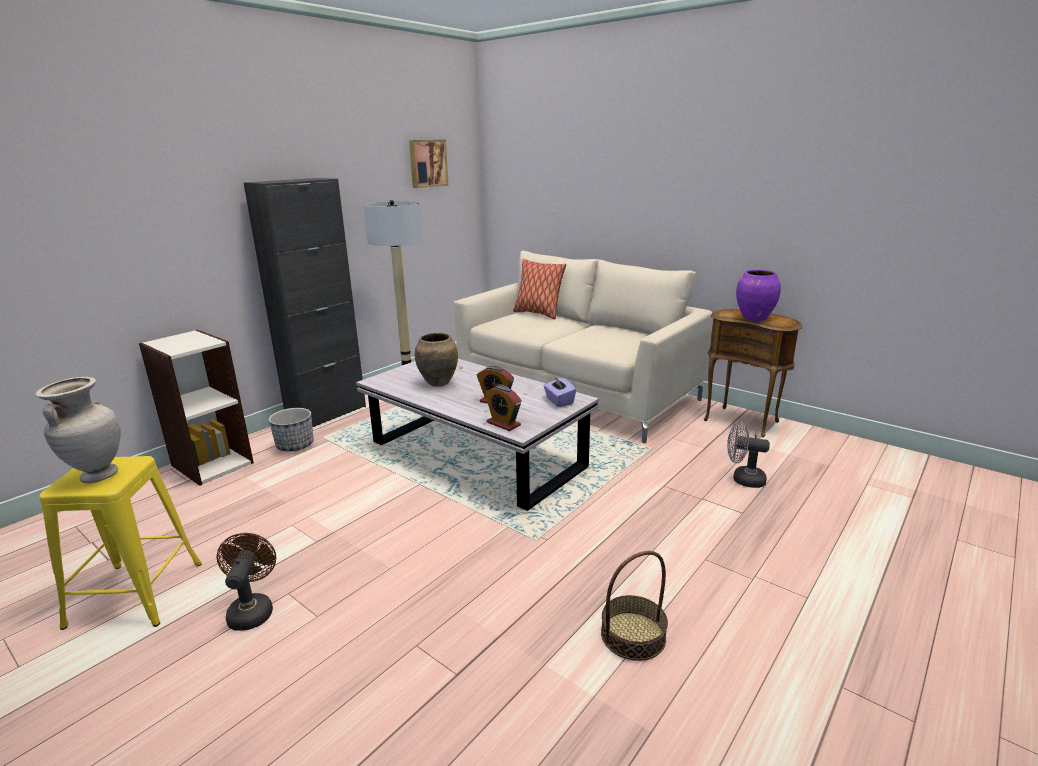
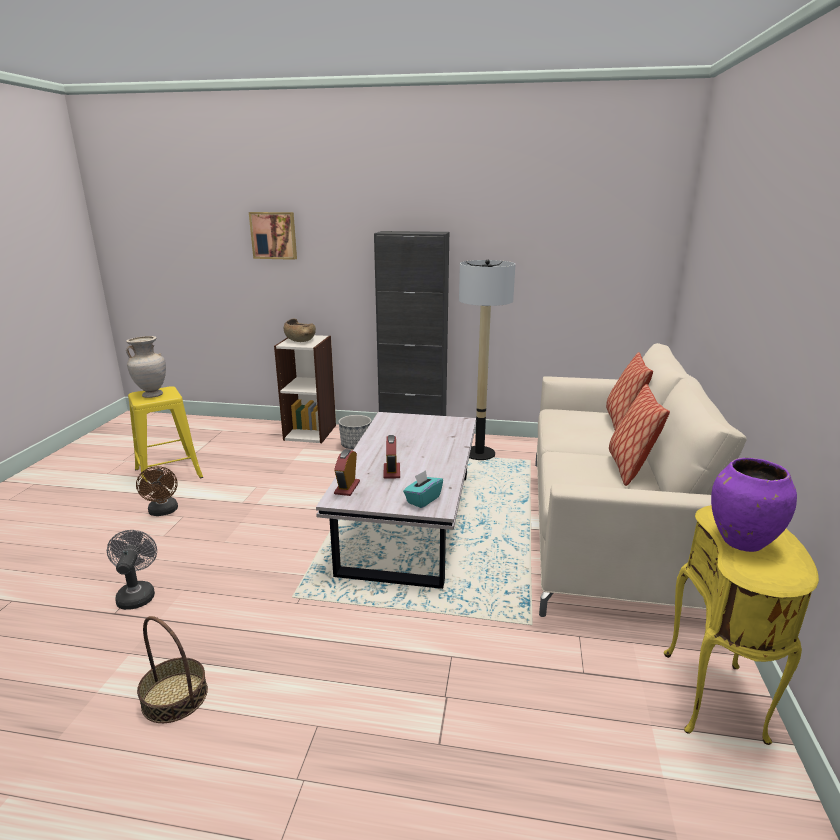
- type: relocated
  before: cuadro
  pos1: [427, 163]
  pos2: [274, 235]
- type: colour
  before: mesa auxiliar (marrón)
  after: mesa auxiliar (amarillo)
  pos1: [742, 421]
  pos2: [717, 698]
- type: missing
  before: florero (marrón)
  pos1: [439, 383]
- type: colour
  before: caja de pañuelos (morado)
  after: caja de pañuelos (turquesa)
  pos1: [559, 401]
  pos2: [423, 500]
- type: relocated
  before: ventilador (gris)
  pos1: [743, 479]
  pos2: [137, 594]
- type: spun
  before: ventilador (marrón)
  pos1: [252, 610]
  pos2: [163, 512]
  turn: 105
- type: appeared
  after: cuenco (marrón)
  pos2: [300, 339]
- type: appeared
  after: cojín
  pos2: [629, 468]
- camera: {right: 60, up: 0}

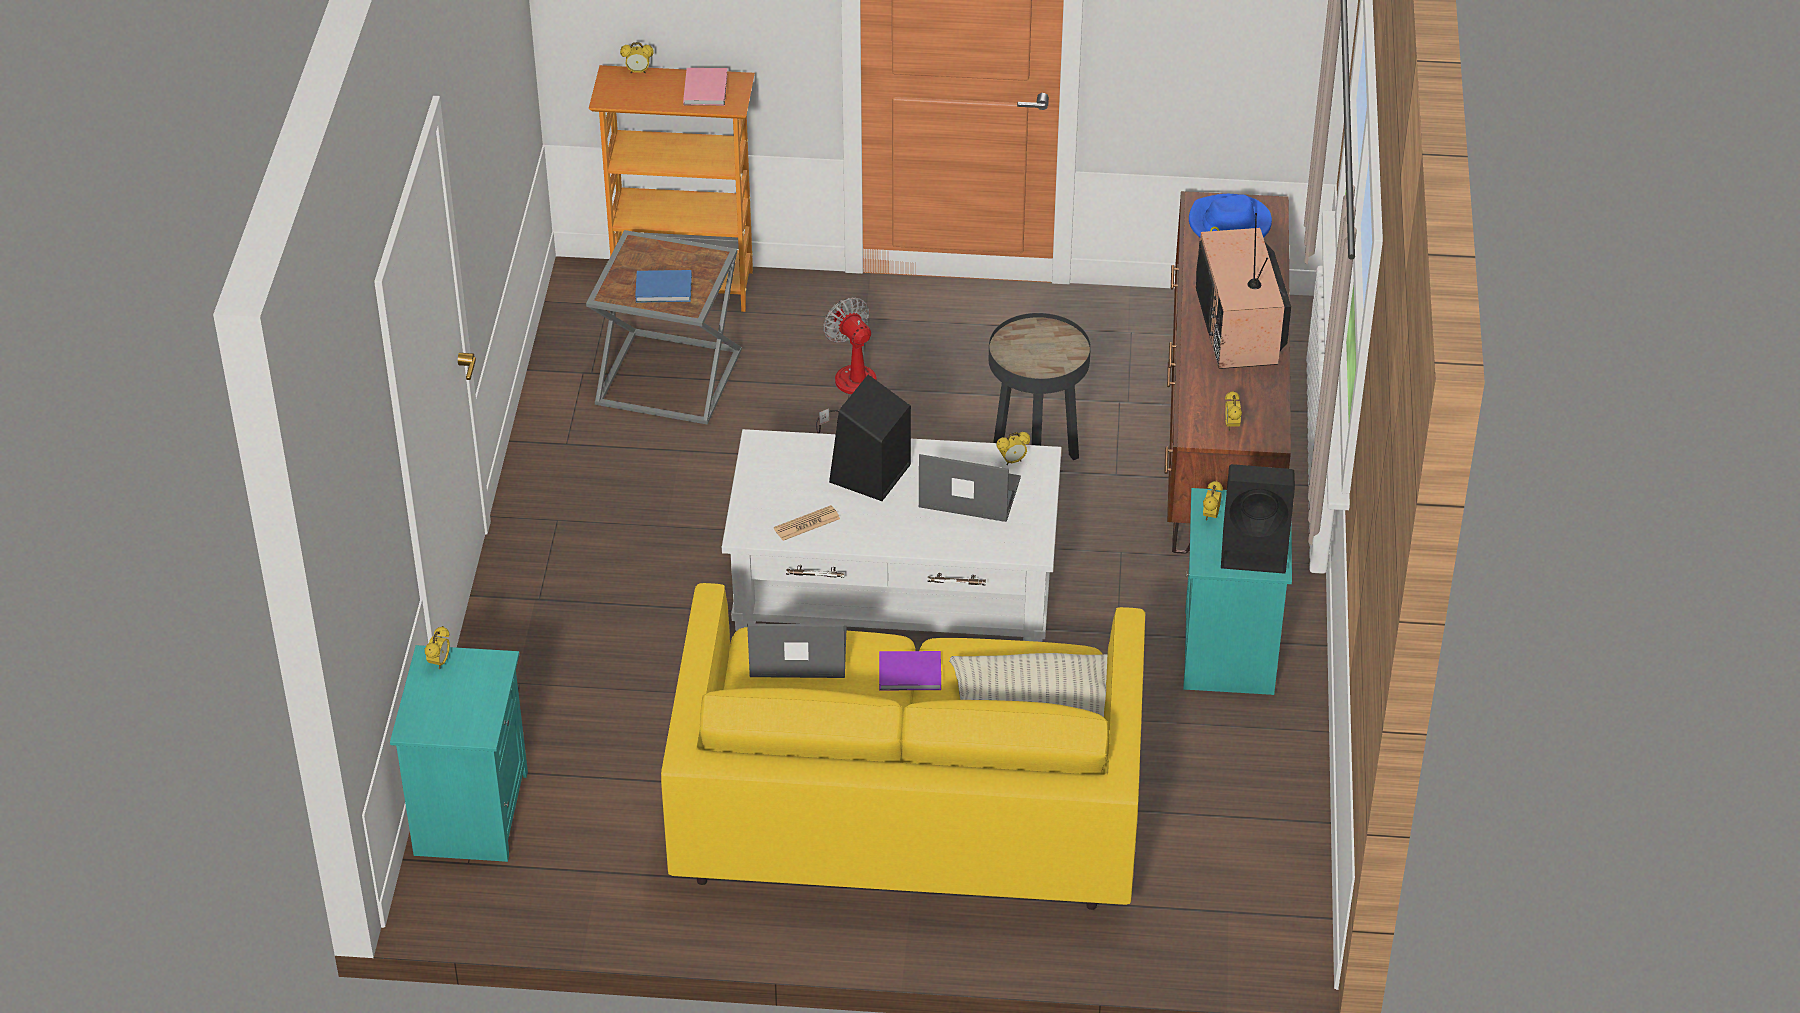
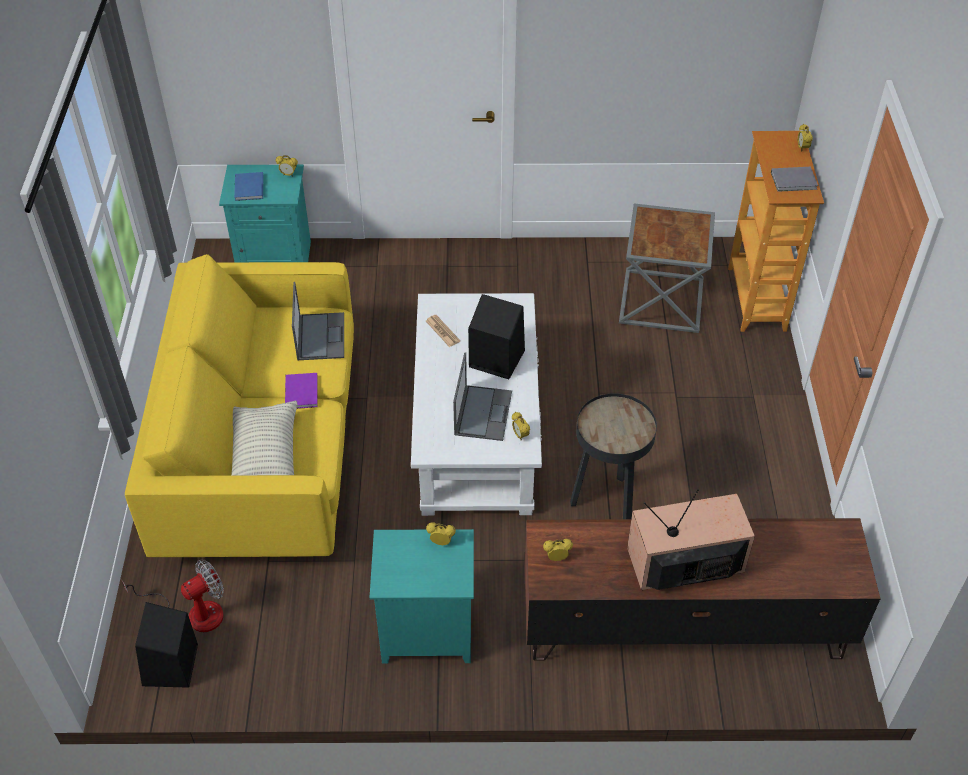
- type: colour
  before: libro (rosa)
  after: libro (gris)
  pos1: [706, 88]
  pos2: [795, 181]
- type: missing
  before: sombrero (azul)
  pos1: [1229, 225]
- type: relocated
  before: libro (azul)
  pos1: [665, 289]
  pos2: [248, 188]
- type: relocated
  before: ventilador
  pos1: [849, 391]
  pos2: [193, 614]
- type: relocated
  before: altavoz (negro)
  pos1: [1256, 548]
  pos2: [170, 667]
- camera: {right: 85, up: 5}

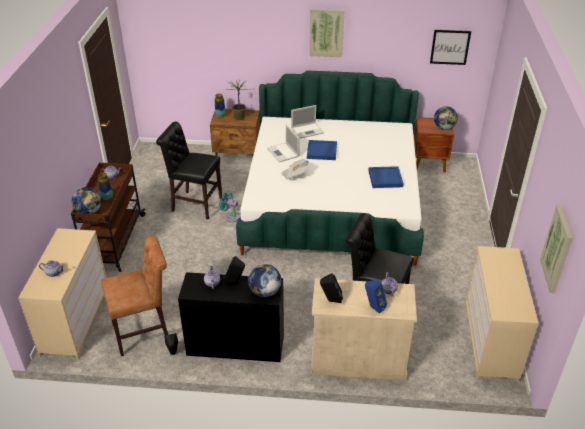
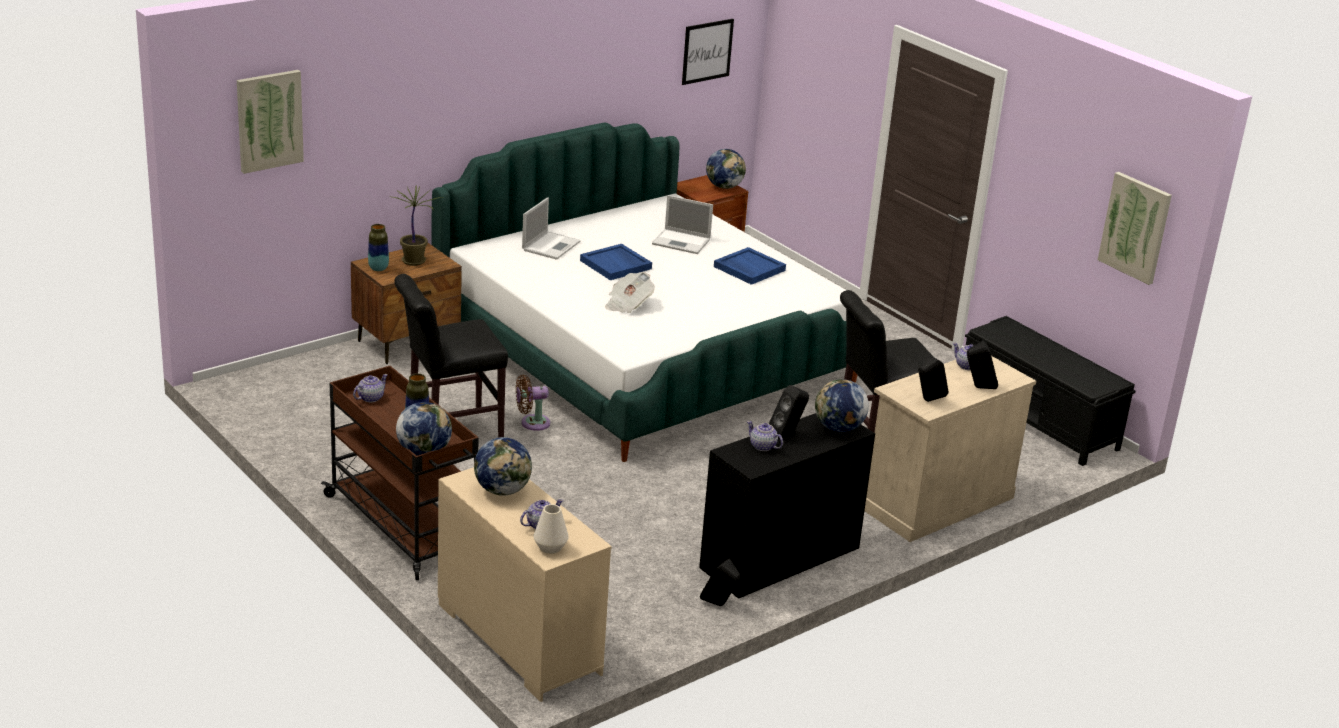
- type: relocated
  before: cuadro
  pos1: [326, 32]
  pos2: [269, 120]
- type: relocated
  before: portátil
  pos1: [283, 153]
  pos2: [682, 242]
- type: colour
  before: ventilador (turquesa)
  after: ventilador (marrón)
  pos1: [231, 216]
  pos2: [532, 423]
- type: missing
  before: silla (marrón)
  pos1: [145, 332]
- type: exchanged
  before: cómoda (beis)
  after: banco (negro)
  pos1: [491, 340]
  pos2: [1038, 421]
- type: colour
  before: altavoz (azul)
  after: altavoz (negro)
  pos1: [373, 307]
  pos2: [978, 387]
- type: appeared
  after: globo terráqueo
  pos2: [502, 490]
- type: appeared
  after: florero (blanco)
  pos2: [550, 547]
- camera: {right: -45, up: -10}

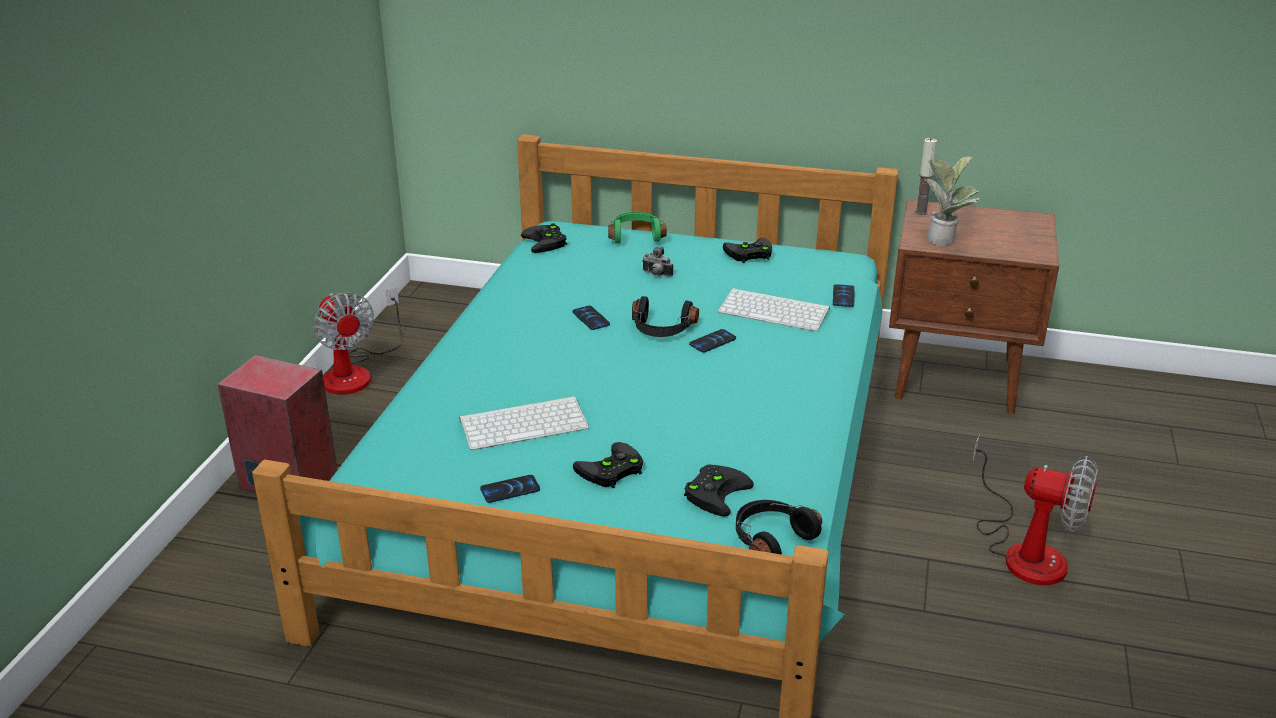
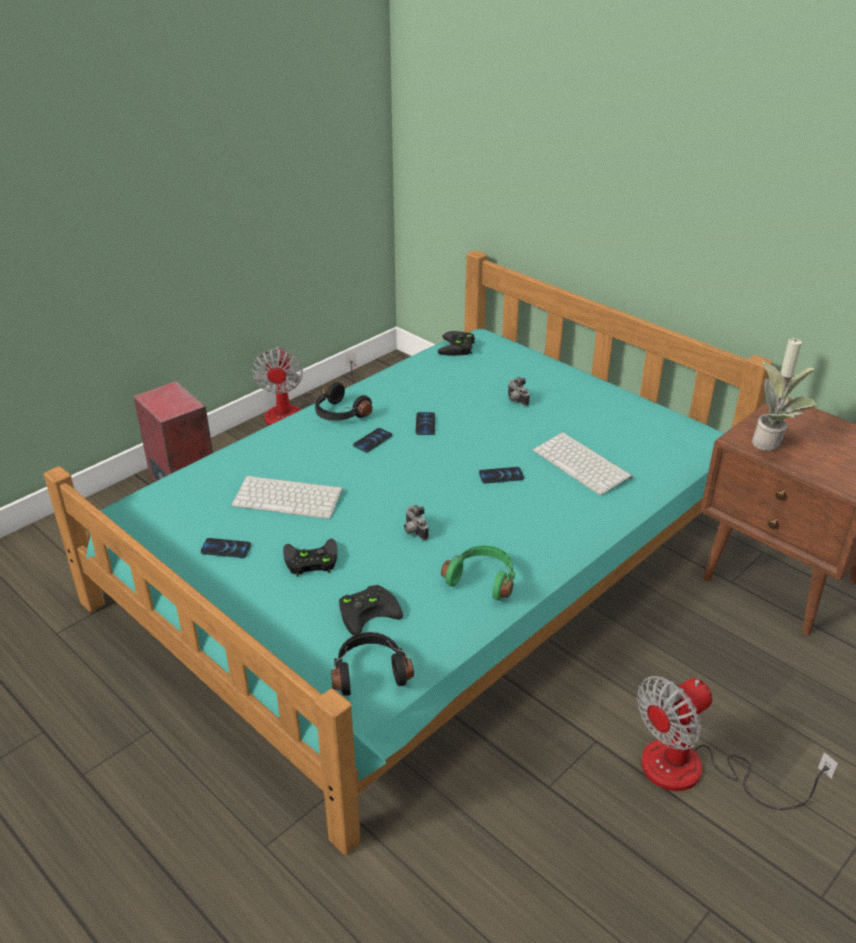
- type: relocated
  before: auriculares (verde)
  pos1: [636, 235]
  pos2: [482, 579]
- type: missing
  before: mando de consola (negro)
  pos1: [748, 254]
- type: relocated
  before: móvil
  pos1: [843, 296]
  pos2: [373, 441]
- type: relocated
  before: auriculares (negro)
  pos1: [661, 330]
  pos2: [339, 414]
- type: spun
  before: ventilador
  pos1: [1024, 550]
  pos2: [695, 772]
  turn: 90
- type: appeared
  after: cámara
  pos2: [413, 532]
- camera: {right: 30, up: 5}

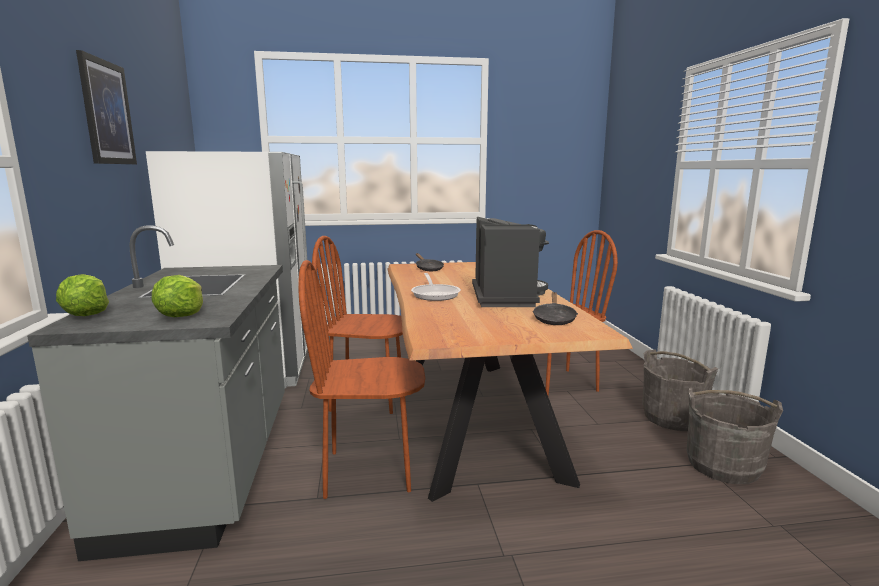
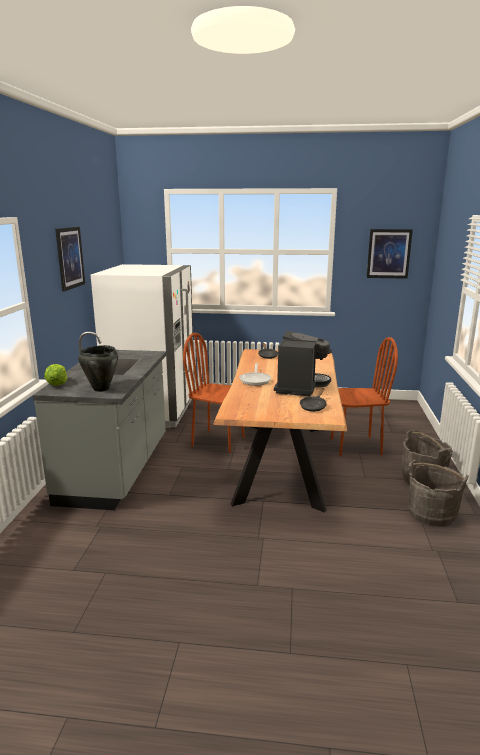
- type: missing
  before: silla (marrón)
  pos1: [369, 471]
- type: exchanged
  before: lechuga
  after: olla (negro)
  pos1: [181, 315]
  pos2: [100, 389]
- type: appeared
  after: cuadro
  pos2: [388, 253]
- camera: {right: 15, up: 5}

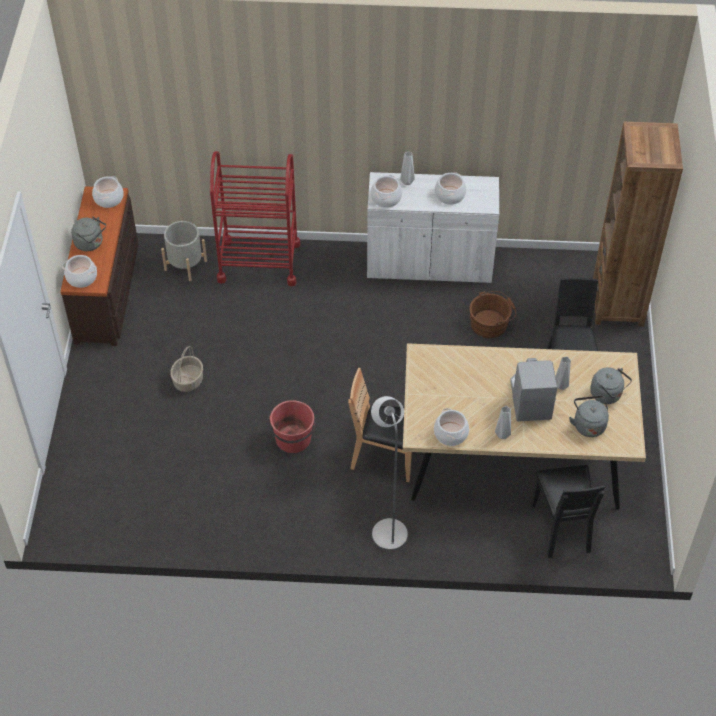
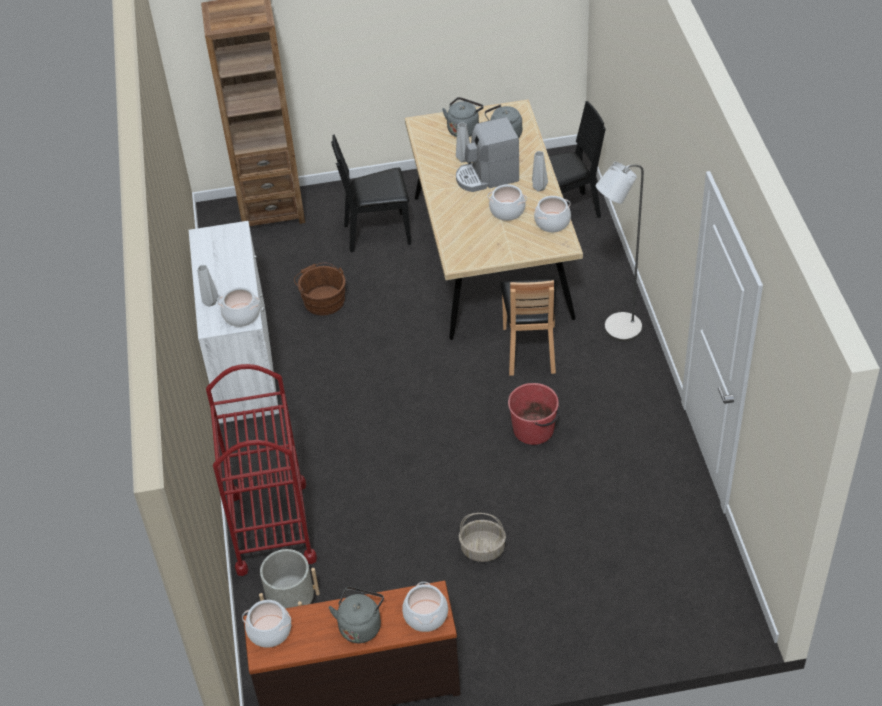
- type: relocated
  before: olla
  pos1: [450, 195]
  pos2: [507, 211]
- camera: {right: -100, up: -5}

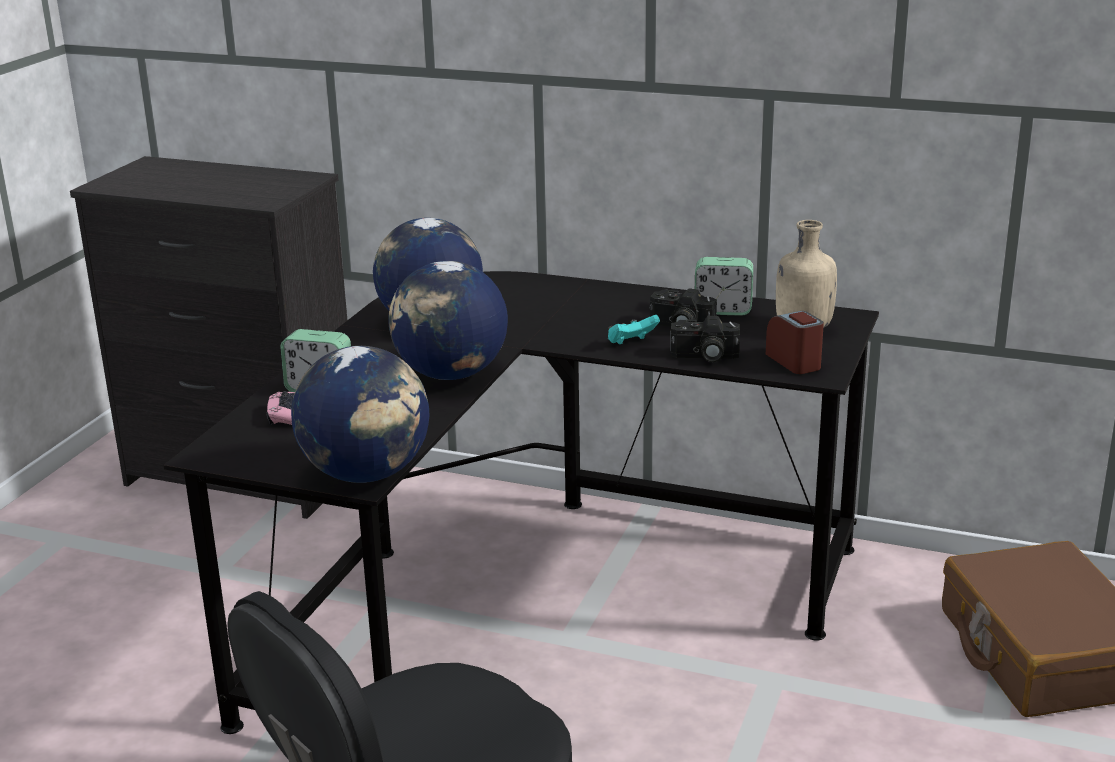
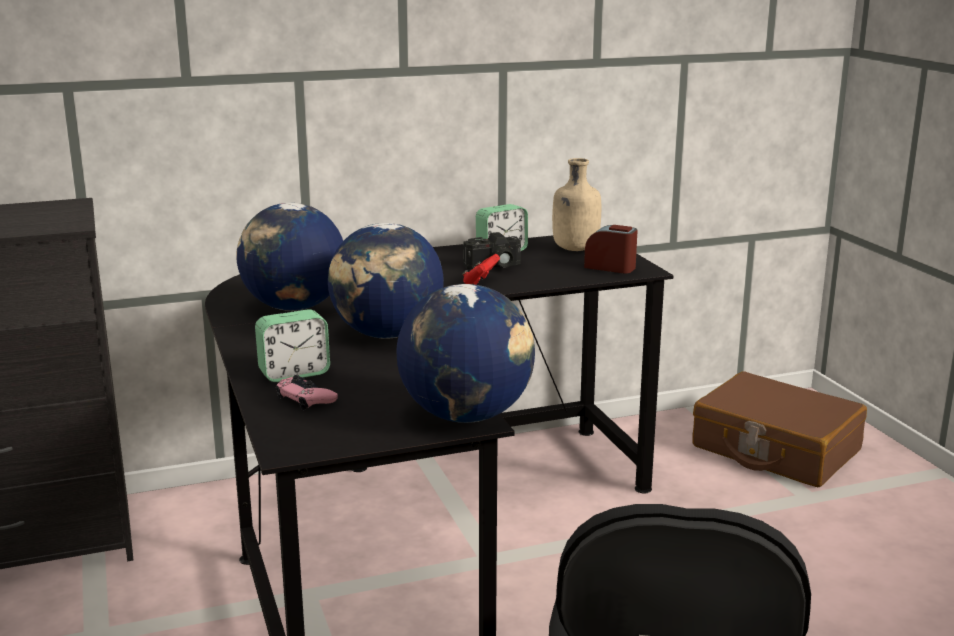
- type: colour
  before: mando de consola (turquesa)
  after: mando de consola (rojo)
  pos1: [631, 342]
  pos2: [480, 282]
- type: missing
  before: cámara
  pos1: [704, 357]
- camera: {right: -40, up: -5}

